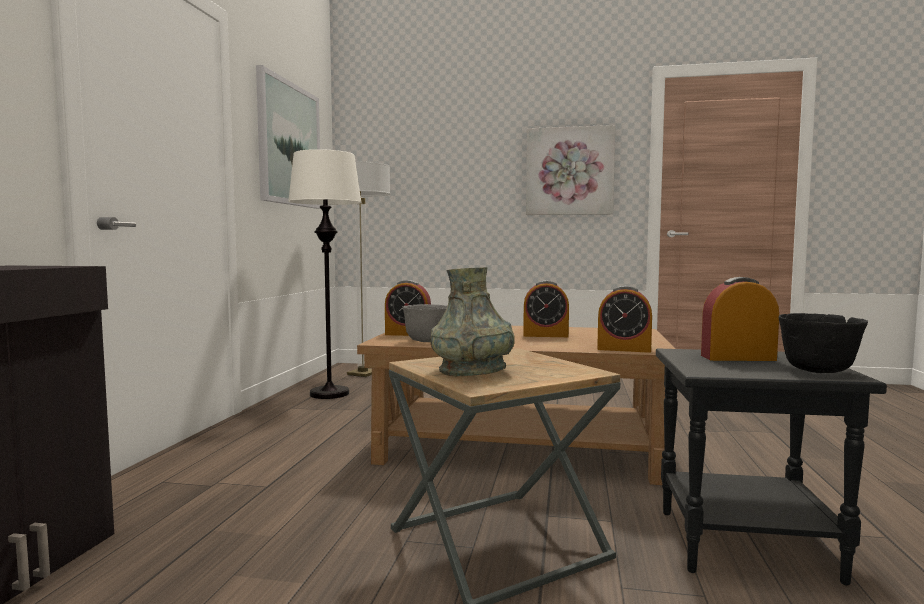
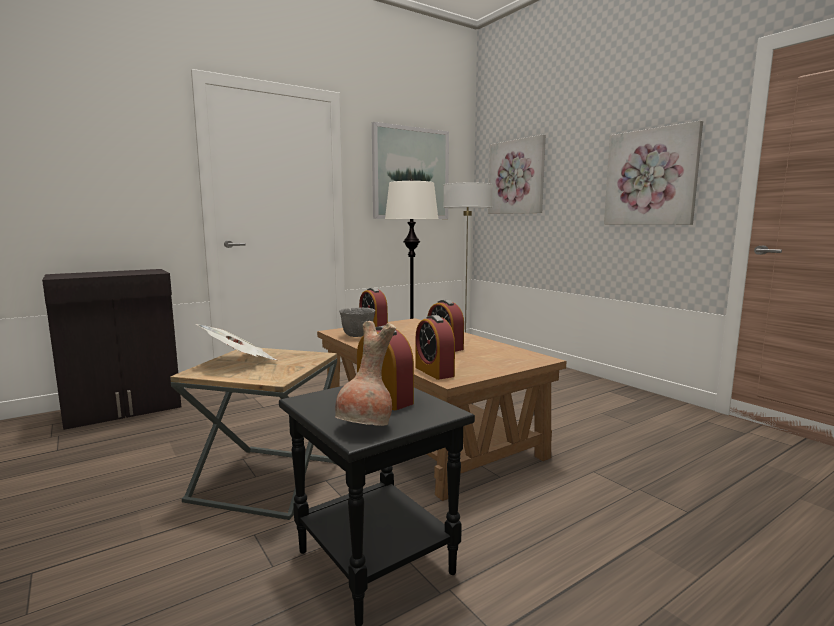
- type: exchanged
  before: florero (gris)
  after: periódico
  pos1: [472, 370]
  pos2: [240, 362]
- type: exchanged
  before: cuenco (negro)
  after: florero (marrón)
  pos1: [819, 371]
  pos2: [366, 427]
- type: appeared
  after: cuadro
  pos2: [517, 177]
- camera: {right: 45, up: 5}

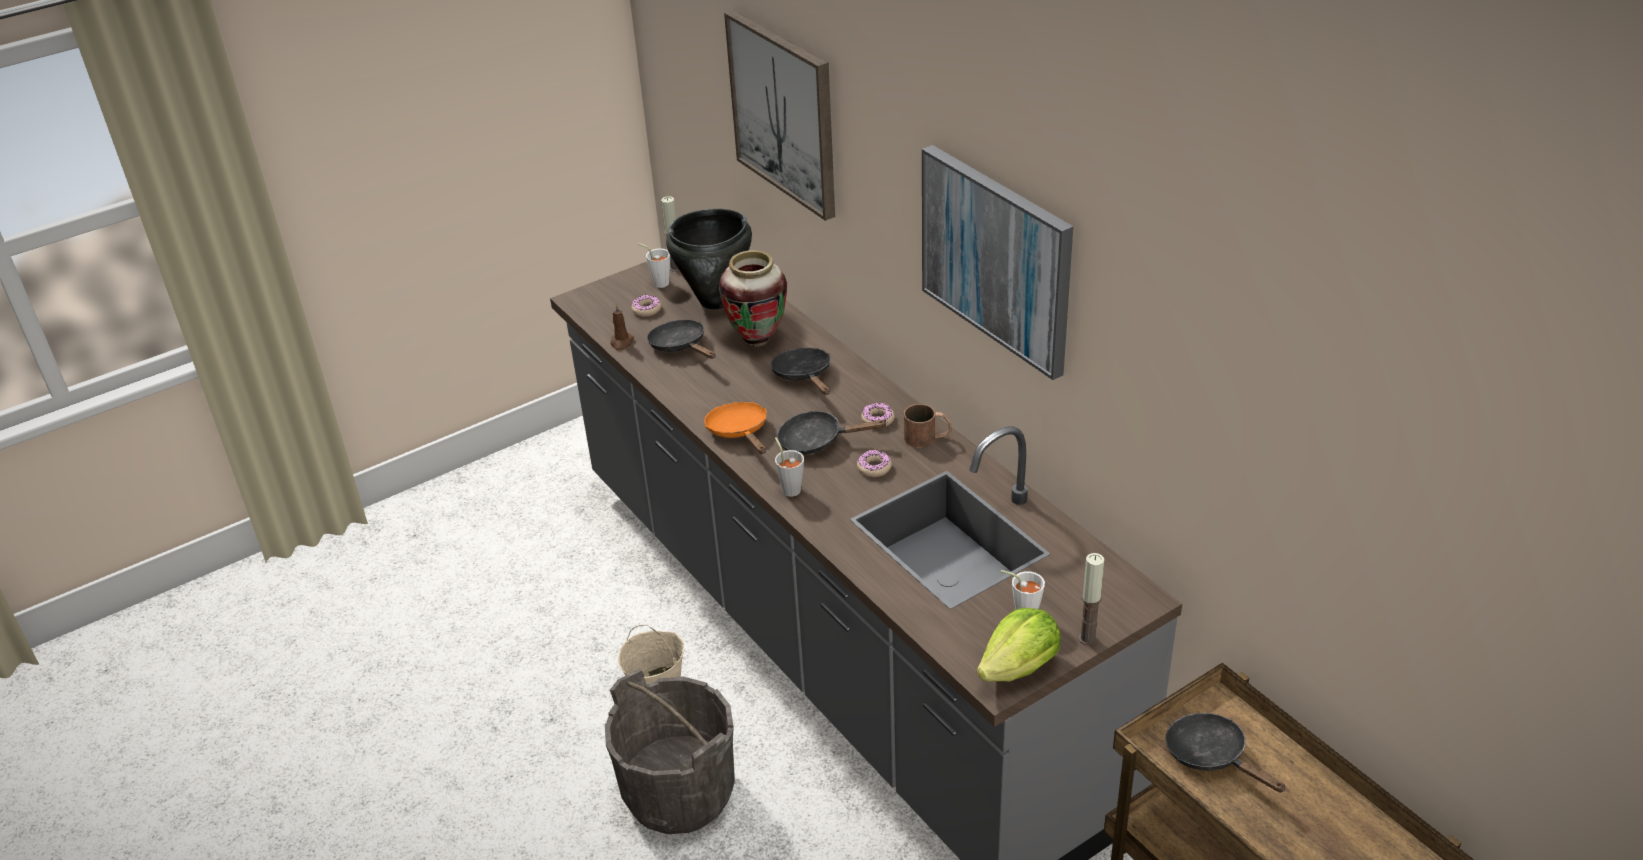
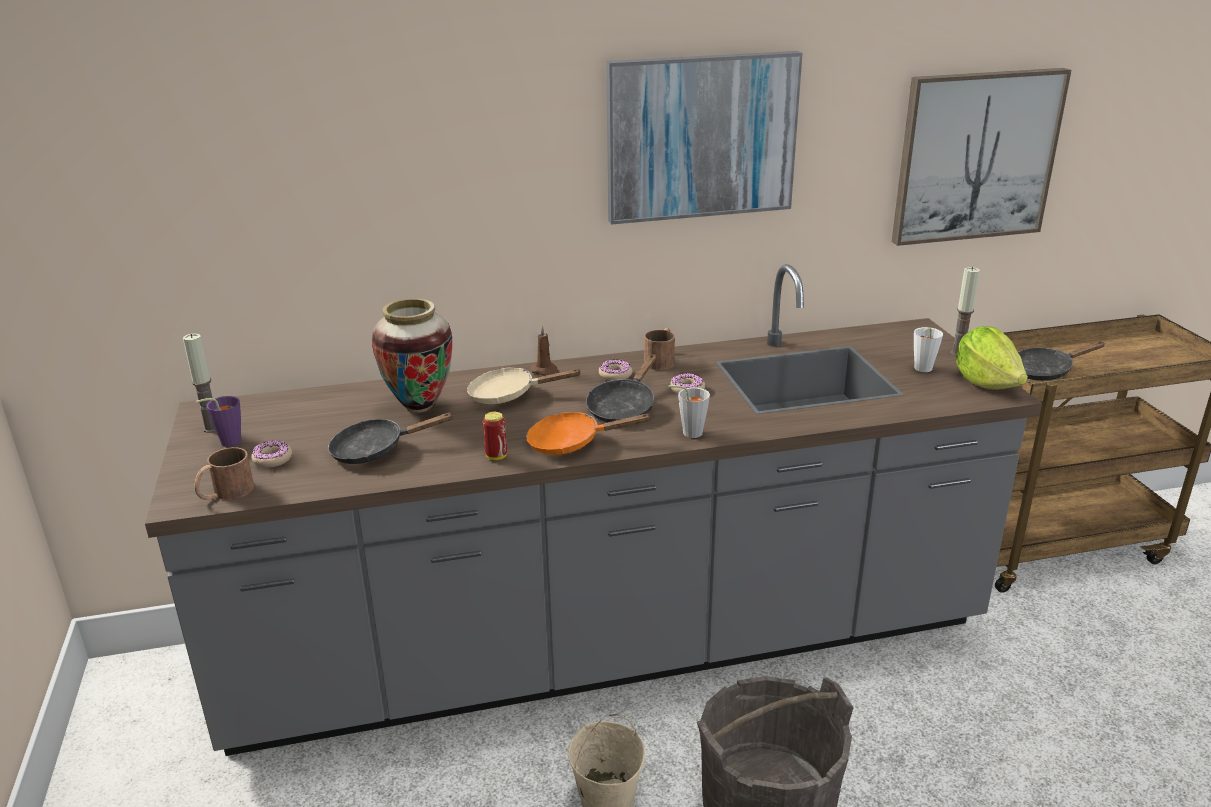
- type: relocated
  before: cuadro
  pos1: [784, 112]
  pos2: [975, 156]
- type: missing
  before: olla (negro)
  pos1: [716, 301]
- type: colour
  before: taza (blanco)
  after: taza (morado)
  pos1: [658, 282]
  pos2: [226, 443]
- type: relocated
  before: vela (marrón)
  pos1: [621, 342]
  pos2: [545, 371]
- type: colour
  before: sartén (negro)
  after: sartén (beis)
  pos1: [804, 375]
  pos2: [509, 395]
- type: appeared
  after: lata
  pos2: [496, 456]
- type: appeared
  after: taza grande (marrón)
  pos2: [225, 493]
- camera: {right: -70, up: -10}

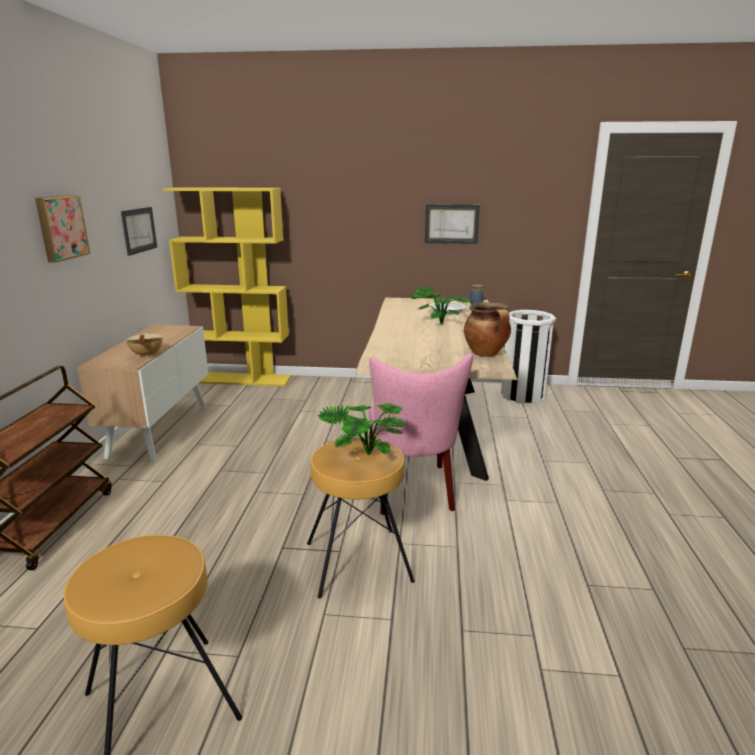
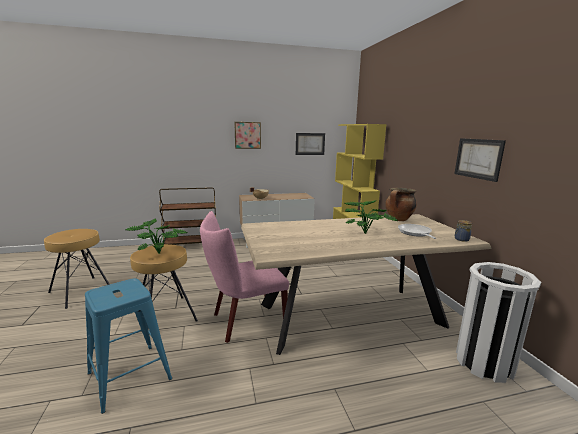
- type: relocated
  before: olla
  pos1: [486, 354]
  pos2: [398, 219]
- type: appeared
  after: taburete (azul)
  pos2: [130, 376]
- camera: {right: 70, up: -5}

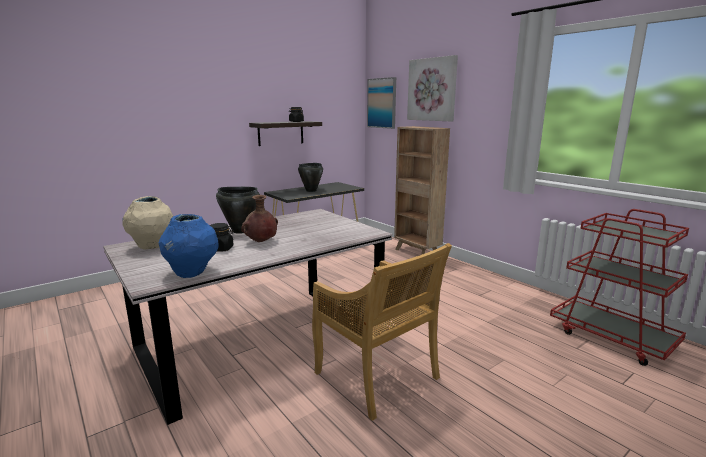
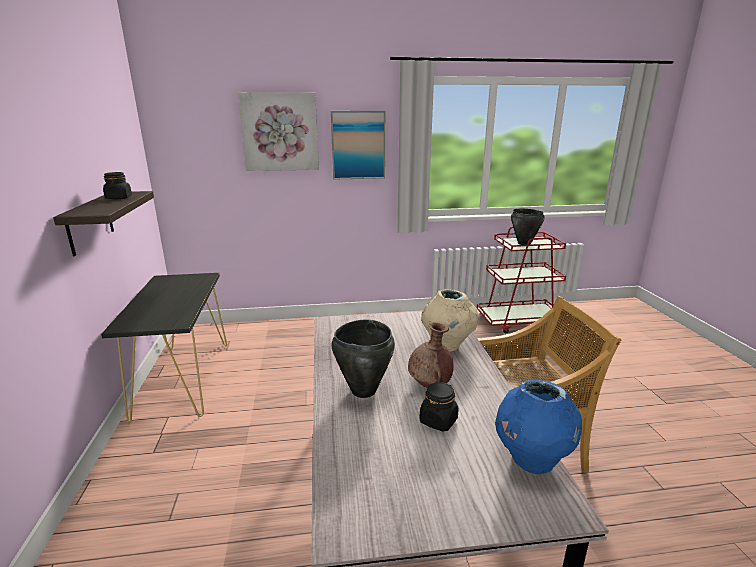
- type: relocated
  before: cuadro
  pos1: [382, 103]
  pos2: [358, 145]
- type: missing
  before: estantería (marrón)
  pos1: [417, 252]
- type: relocated
  before: olla (negro)
  pos1: [311, 191]
  pos2: [524, 243]
- type: relocated
  before: florero (beis)
  pos1: [152, 246]
  pos2: [447, 345]
- camera: {right: -60, up: 5}

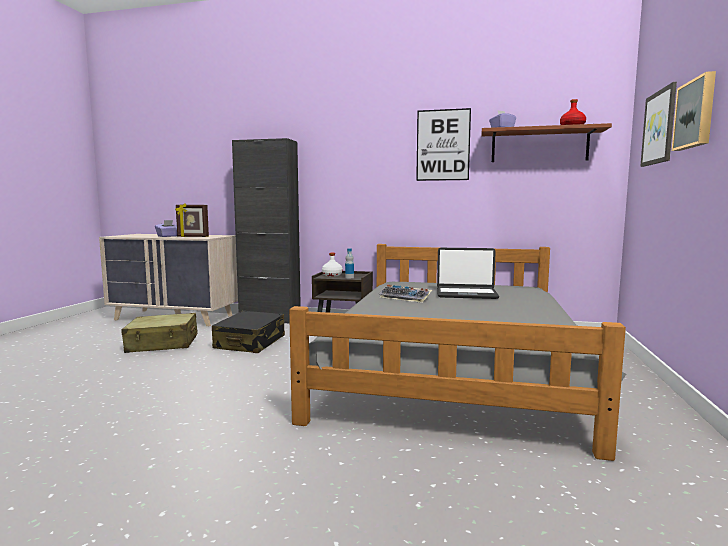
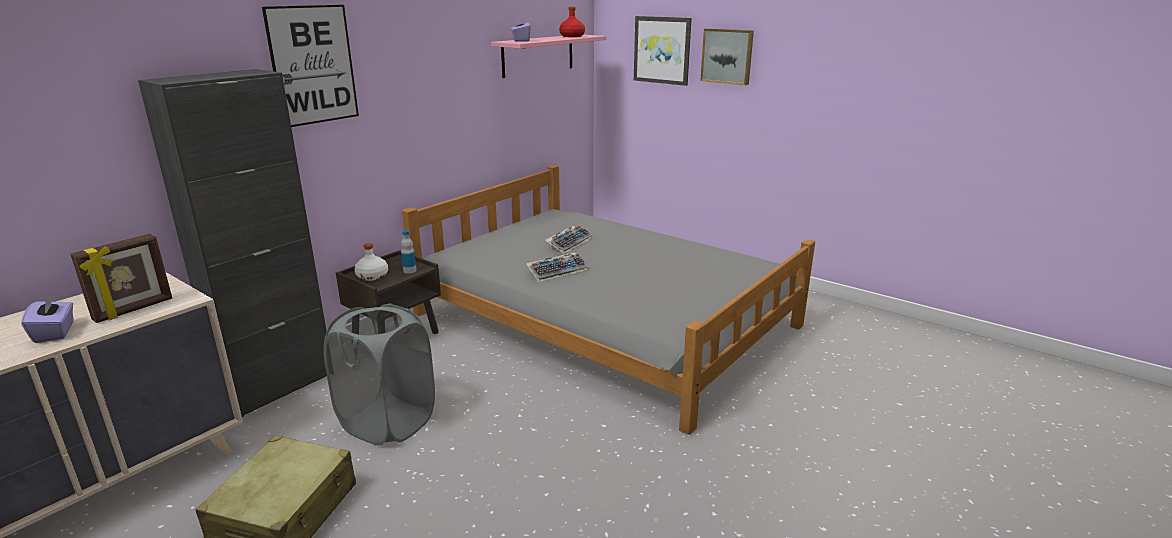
- type: relocated
  before: cuadro
  pos1: [443, 145]
  pos2: [313, 65]
- type: colour
  before: estante (marrón)
  after: estante (rosa)
  pos1: [539, 146]
  pos2: [538, 55]
- type: exchanged
  before: portátil
  after: teclado
  pos1: [466, 294]
  pos2: [569, 243]
- type: exchanged
  before: maleta (negro)
  after: cesto de la ropa (gris)
  pos1: [250, 342]
  pos2: [387, 422]
- camera: {right: -65, up: 15}

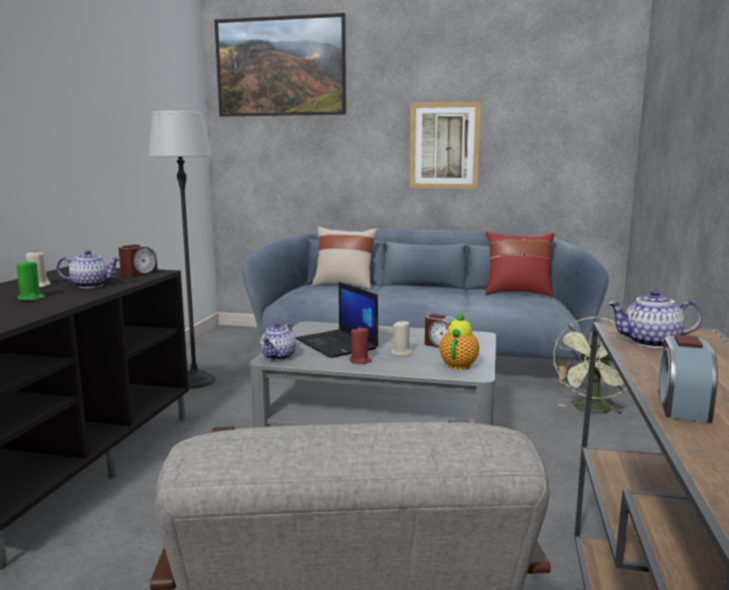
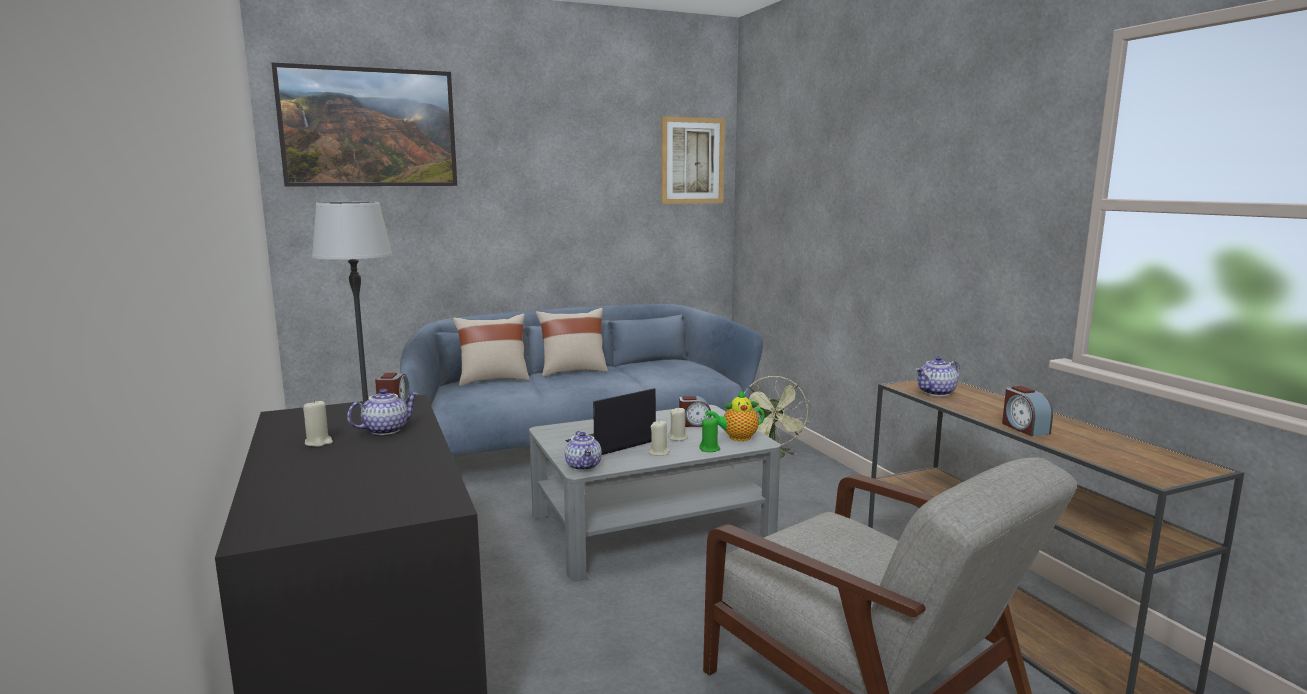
- type: relocated
  before: cuadro
  pos1: [444, 146]
  pos2: [692, 161]
- type: missing
  before: cojín (rojo)
  pos1: [517, 293]
- type: relocated
  before: vela (verde)
  pos1: [31, 298]
  pos2: [709, 449]
- type: spun
  before: portátil
  pos1: [337, 344]
  pos2: [610, 442]
  turn: 120
- type: spun
  before: tetera
  pos1: [459, 365]
  pos2: [737, 437]
  turn: -90
- type: colour
  before: vela (rojo)
  after: vela (beis)
  pos1: [360, 361]
  pos2: [659, 453]
- type: appeared
  after: cojín (beis)
  pos2: [573, 371]
- camera: {right: -35, up: 0}

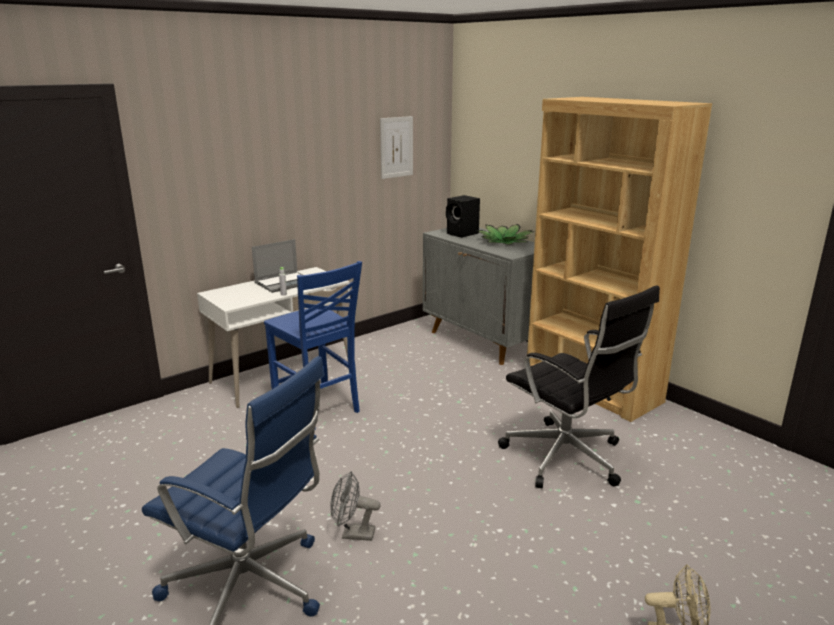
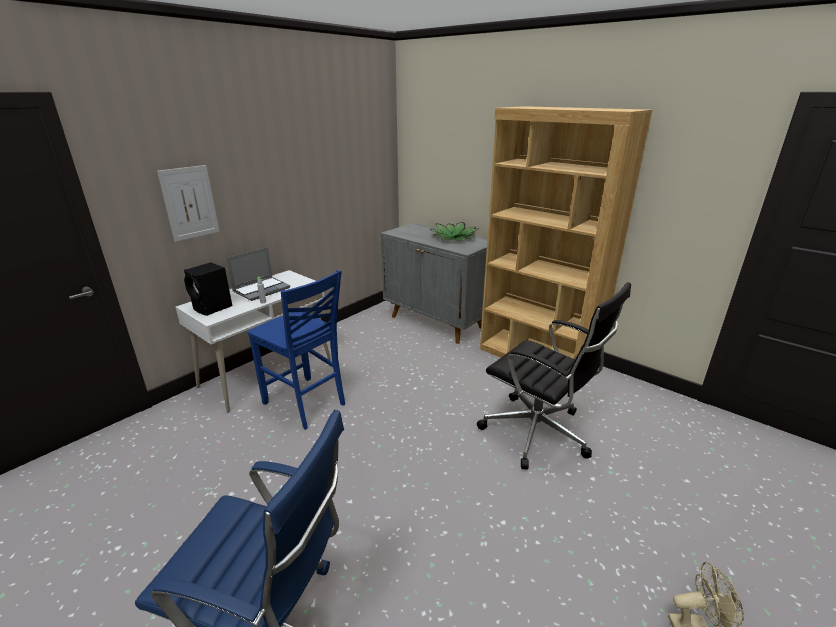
- type: relocated
  before: cuadro
  pos1: [396, 147]
  pos2: [190, 203]
- type: relocated
  before: altavoz (negro)
  pos1: [463, 234]
  pos2: [213, 308]
- type: missing
  before: ventilador (gris)
  pos1: [353, 534]
- camera: {right: -10, up: 5}

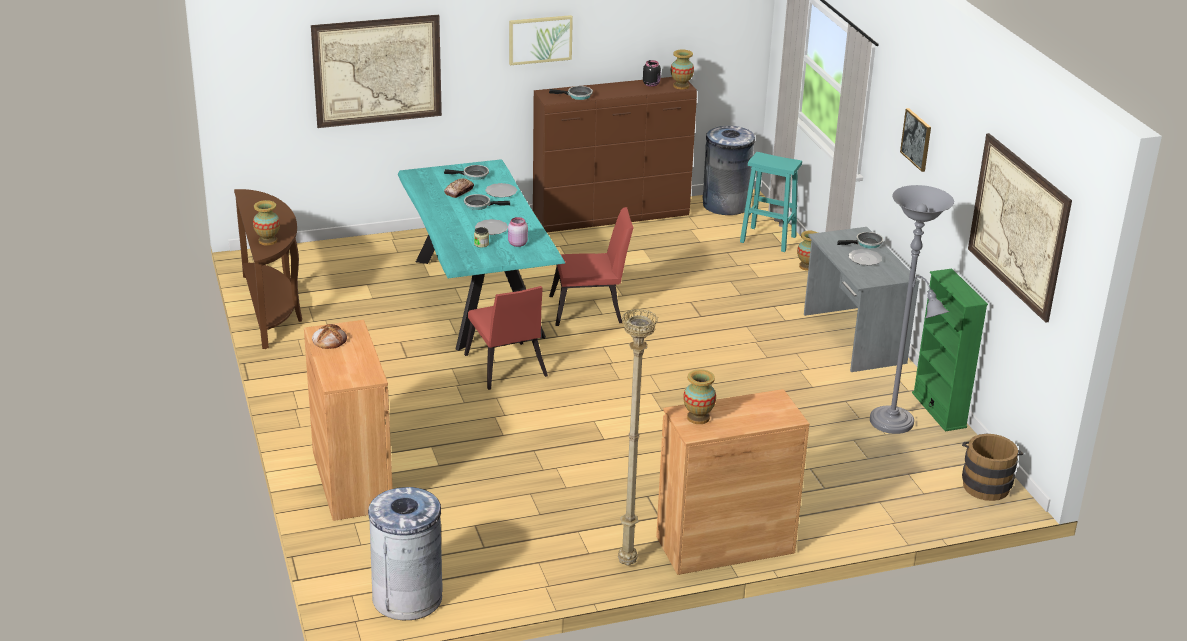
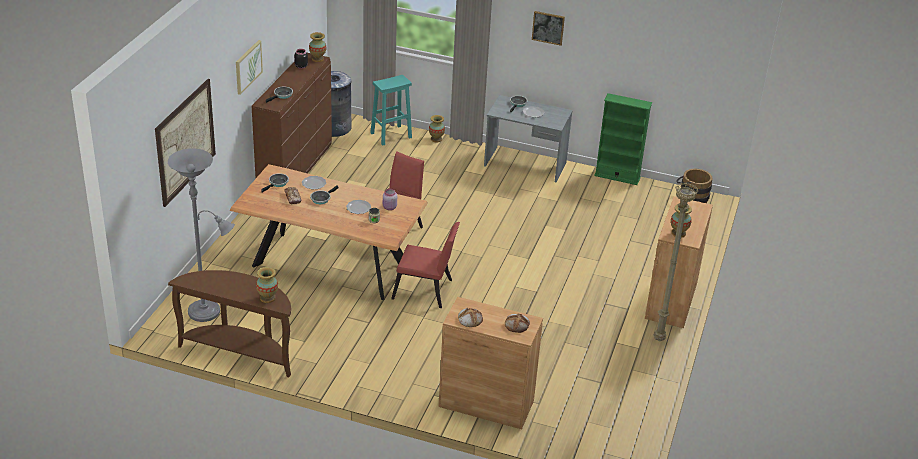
- type: missing
  before: cuadro
  pos1: [1018, 226]
- type: colour
  before: mesa de comedor (turquesa)
  after: mesa de comedor (marrón)
  pos1: [478, 298]
  pos2: [330, 263]
- type: relocated
  before: lámpara de pie (gris)
  pos1: [895, 424]
  pos2: [208, 312]
- type: missing
  before: papelera (gris)
  pos1: [408, 597]
- type: appeared
  after: pan
  pos2: [517, 324]
- camera: {right: -55, up: 5}

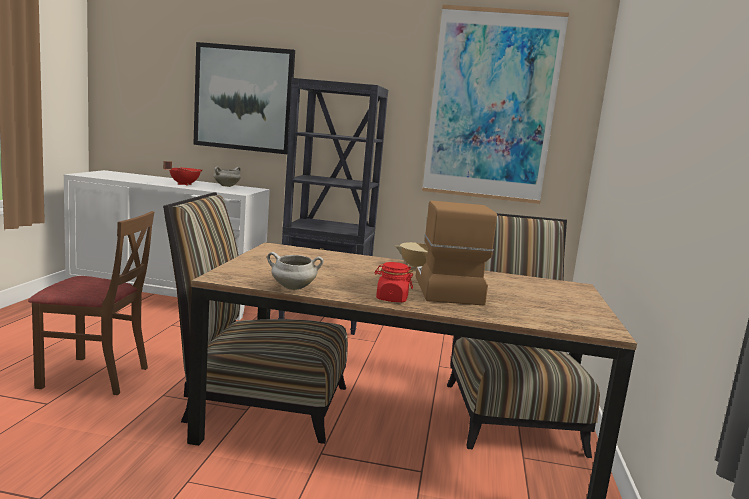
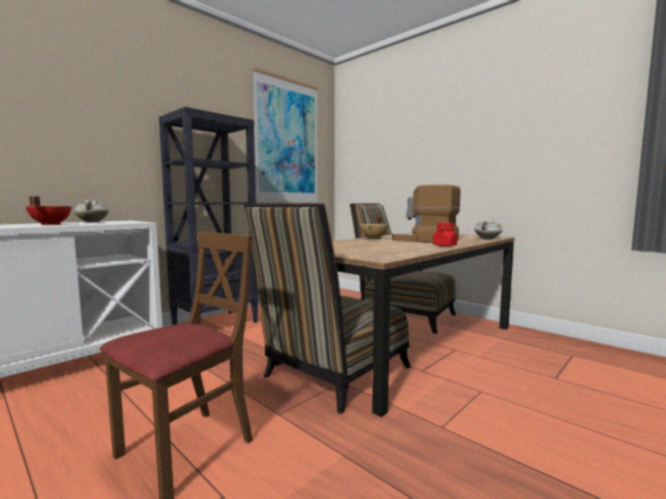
- type: missing
  before: cuadro
  pos1: [244, 98]
- type: relocated
  before: olla (blanco)
  pos1: [292, 288]
  pos2: [487, 239]
- camera: {right: -55, up: -5}

